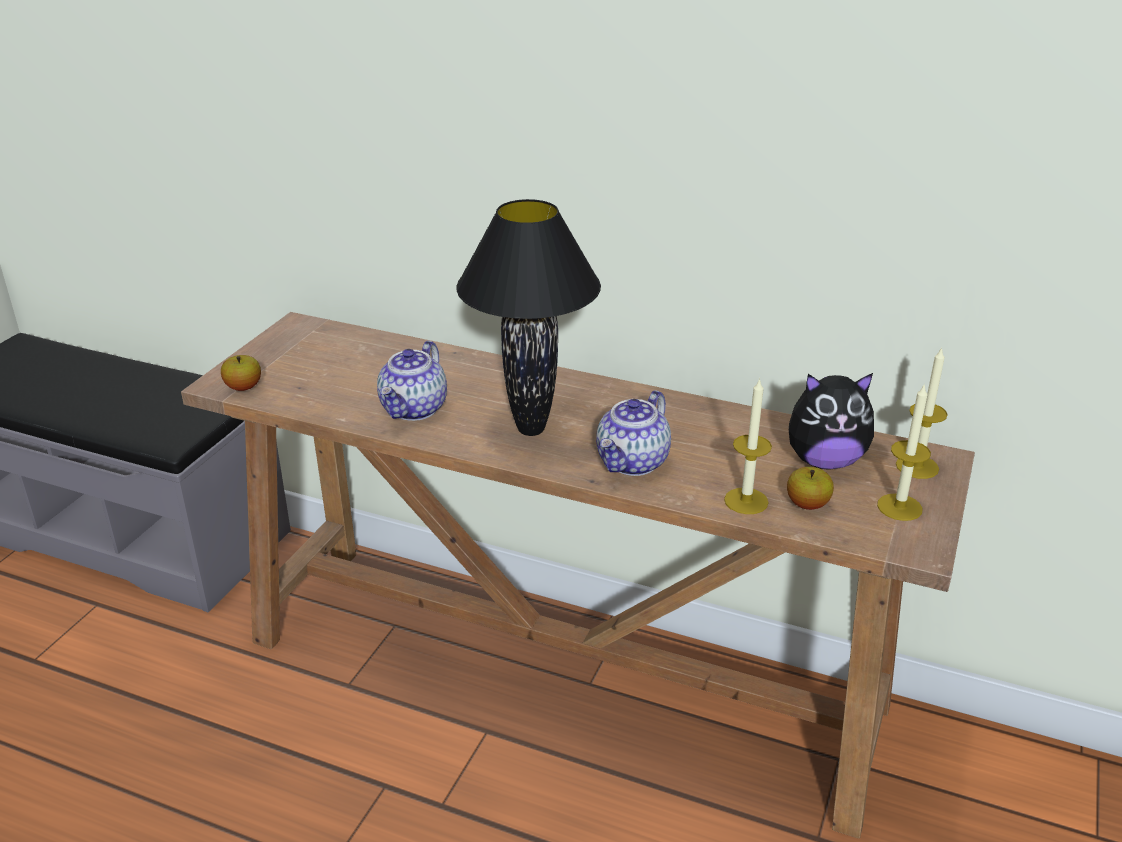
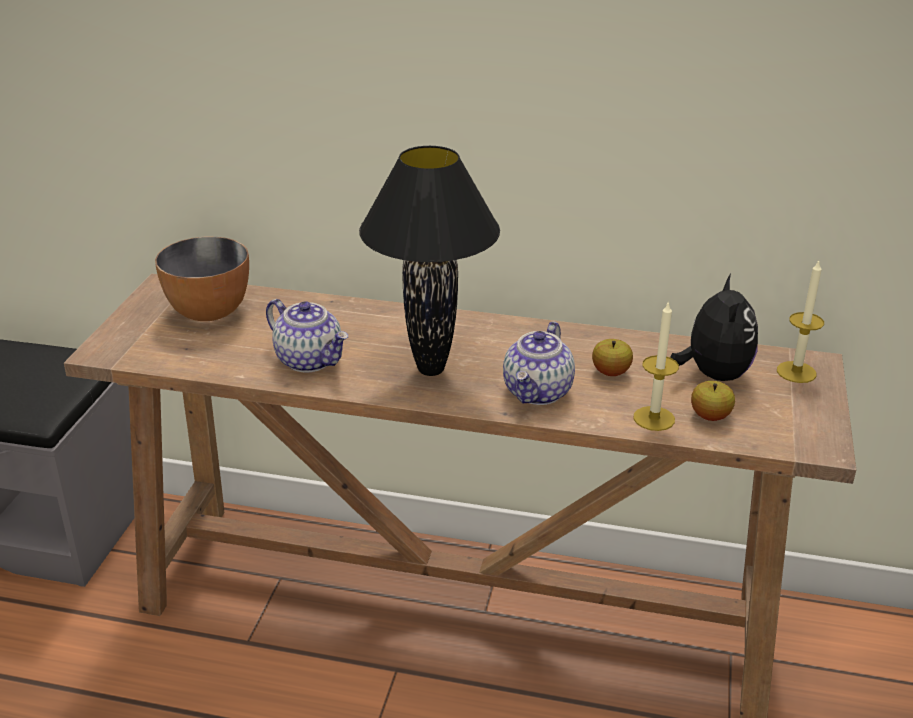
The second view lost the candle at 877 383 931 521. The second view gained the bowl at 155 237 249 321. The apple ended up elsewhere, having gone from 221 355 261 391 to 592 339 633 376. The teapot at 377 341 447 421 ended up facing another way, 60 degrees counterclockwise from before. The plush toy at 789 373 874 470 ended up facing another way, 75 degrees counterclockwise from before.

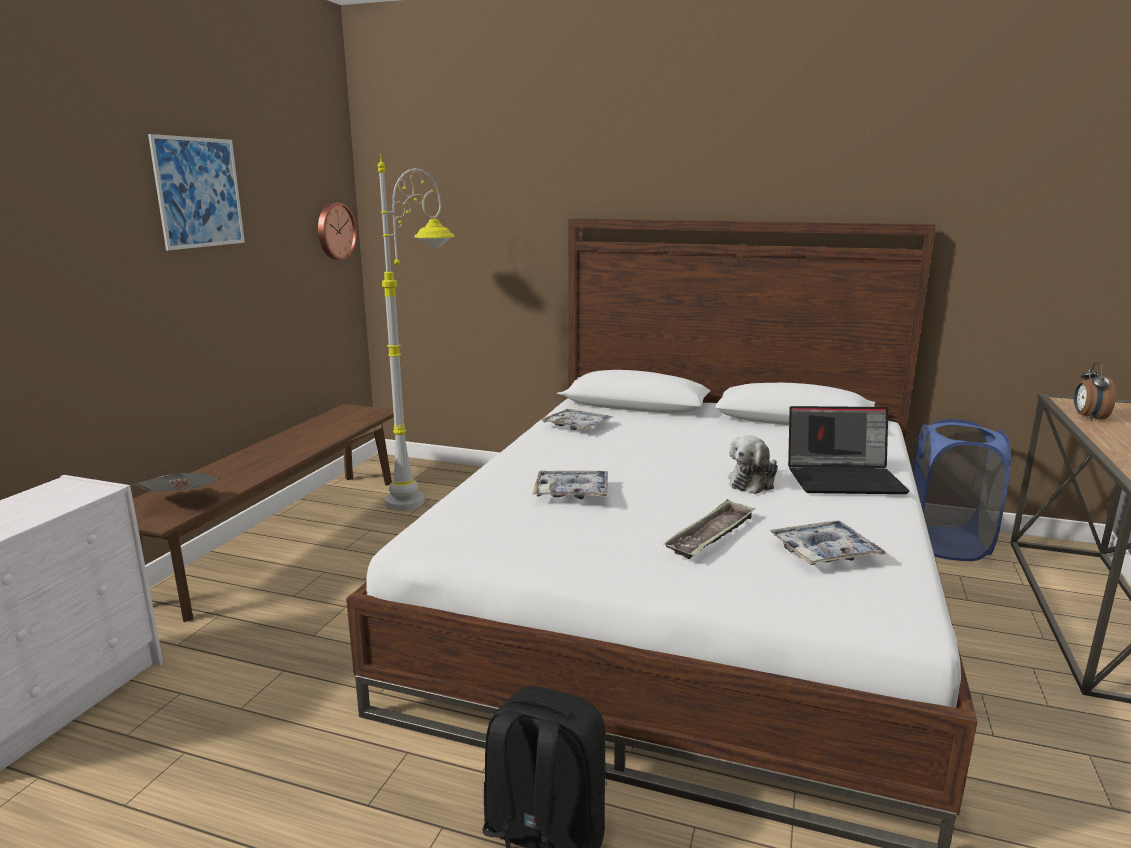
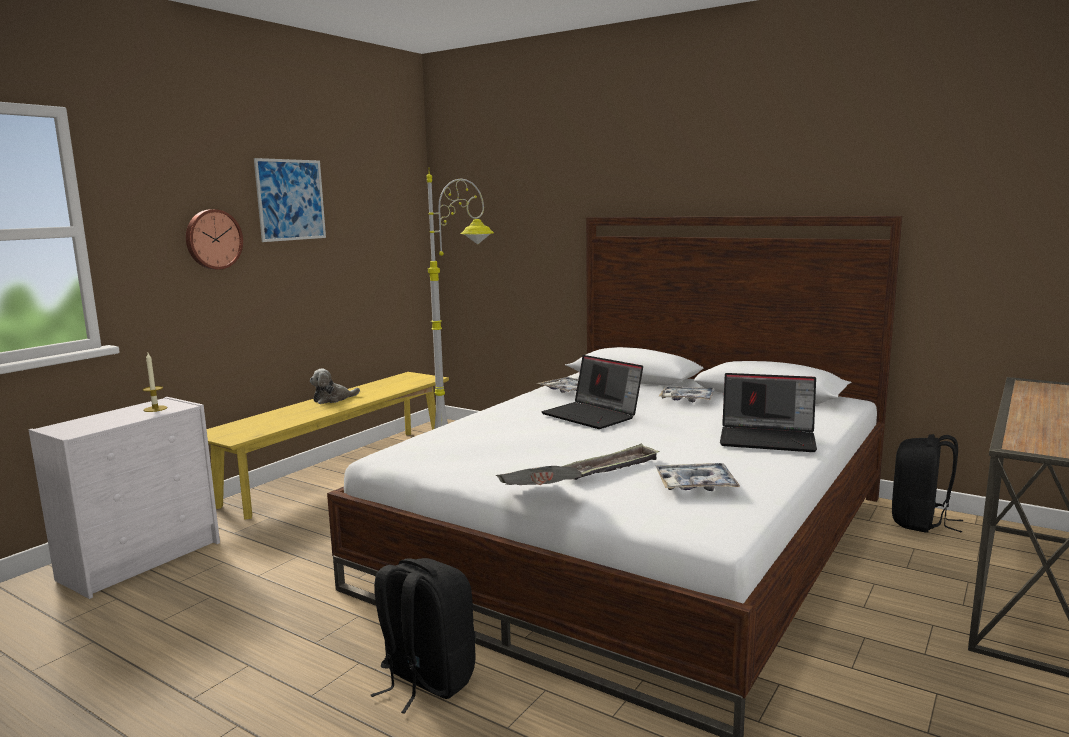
The second view lost the alarm clock at 1074 362 1116 421. The second view gained the candle at 142 353 168 412. The second view gained the laptop at 542 355 643 429. The newspaper ended up elsewhere, having gone from 132 473 220 492 to 496 466 584 485. The wall clock ended up elsewhere, having gone from 318 202 357 260 to 186 209 243 270. The tray ended up elsewhere, having gone from 533 471 608 499 to 658 386 715 402. The plush toy ended up elsewhere, having gone from 729 435 778 494 to 310 369 360 404. Where the blue laundry basket stood at 913 419 1011 561, the black backpack came to stand at 892 434 963 532. What was the brown bench at 133 404 394 622 turned into the yellow bench at 207 372 449 520.

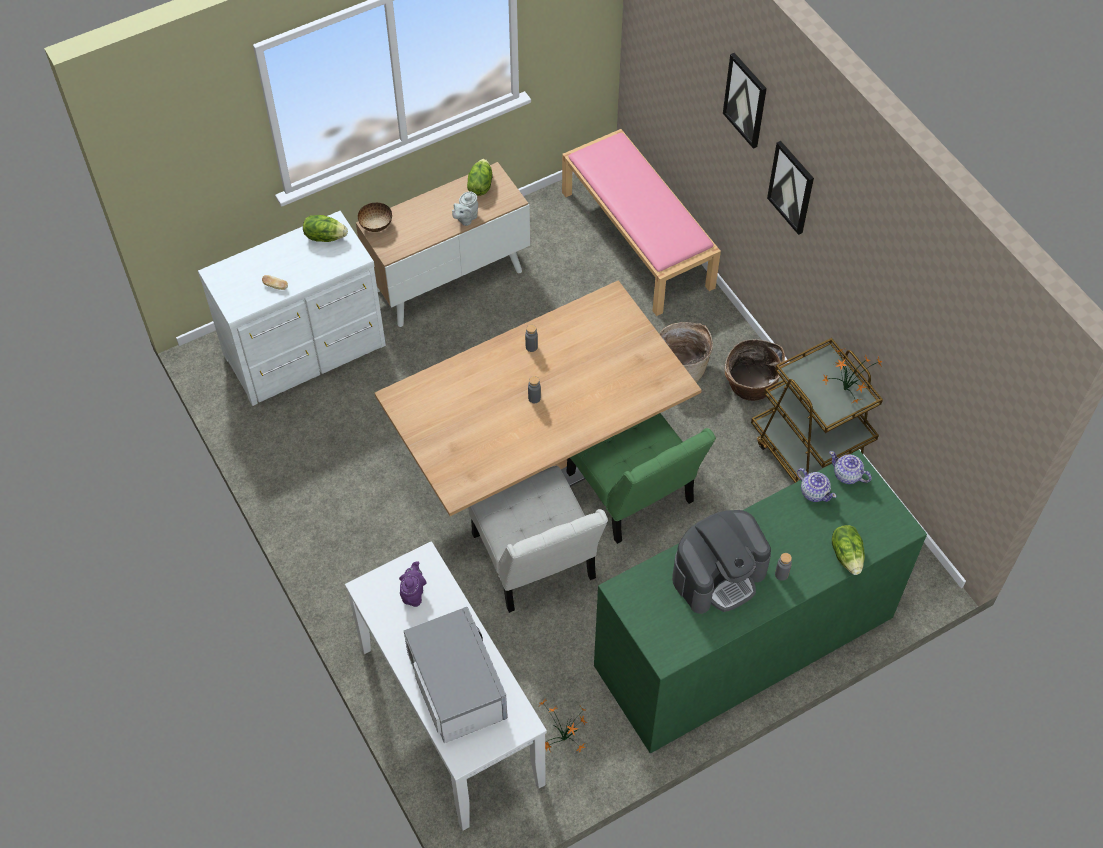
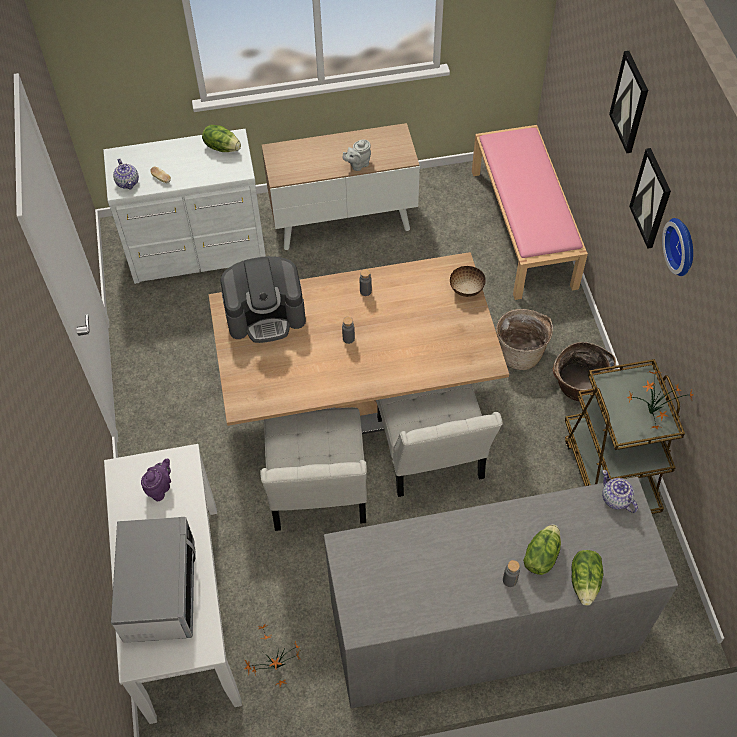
The second view gained the wall clock at 662 218 693 276. The bowl ended up elsewhere, having gone from 358 203 392 232 to 450 266 486 297. The lettuce ended up elsewhere, having gone from 467 159 493 196 to 523 524 561 575. The coffee machine ended up elsewhere, having gone from 672 510 771 614 to 221 256 306 343. The teapot ended up elsewhere, having gone from 797 468 836 502 to 113 158 139 189. What was the green chair at 566 413 716 544 turned into the white chair at 376 384 502 497. What was the green dresser at 594 450 927 753 turned into the grey dresser at 324 477 678 709.

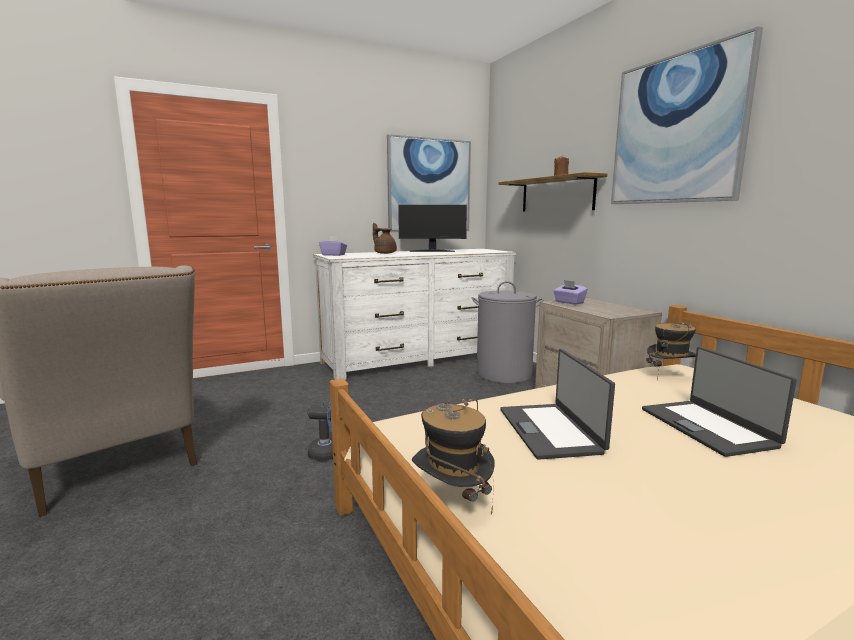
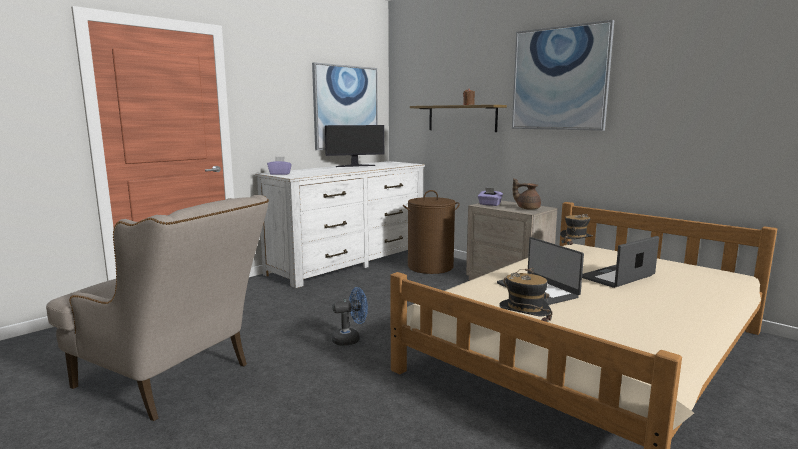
The brown teapot ended up elsewhere, having gone from 373 223 397 254 to 513 178 541 210. What was the grey laundry basket at 472 281 543 383 turned into the brown laundry basket at 403 190 460 274. The laptop at 642 347 797 457 ended up facing another way, 90 degrees clockwise from before.

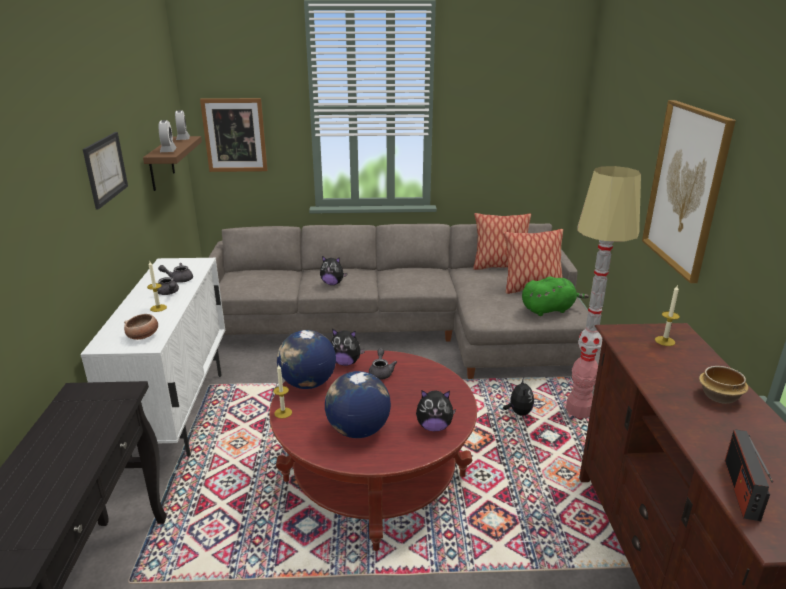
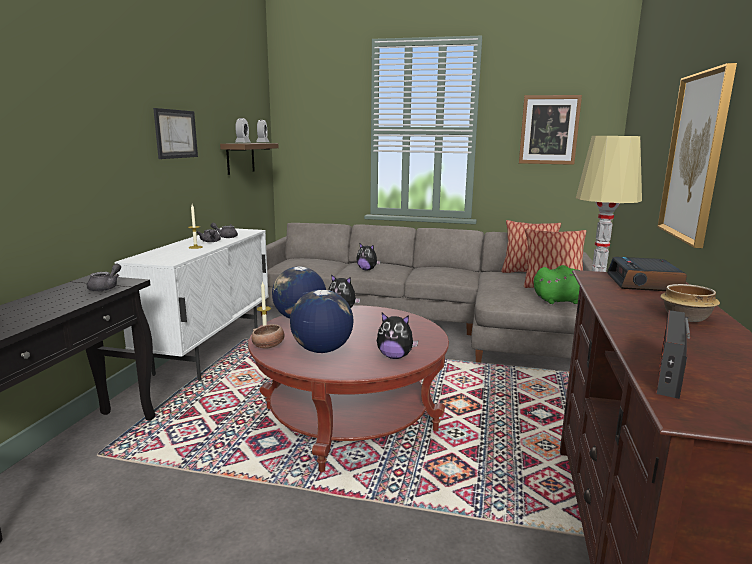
The second view lost the plush toy at 503 378 534 416. The bowl ended up elsewhere, having gone from 124 314 158 340 to 252 324 284 349. The picture ended up elsewhere, having gone from 200 98 268 172 to 519 95 582 165. The grey teapot ended up elsewhere, having gone from 369 348 397 380 to 87 264 121 291. Where the candle stood at 655 284 680 346, the alarm clock came to stand at 607 257 687 291.

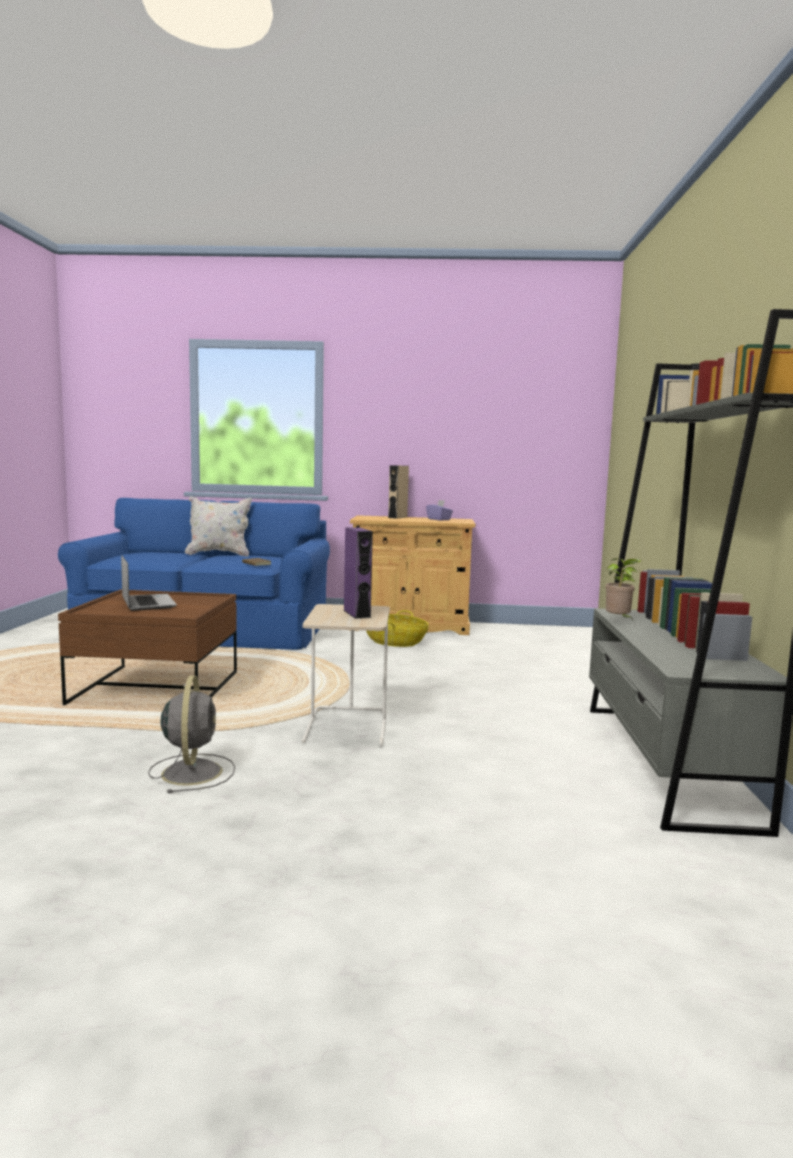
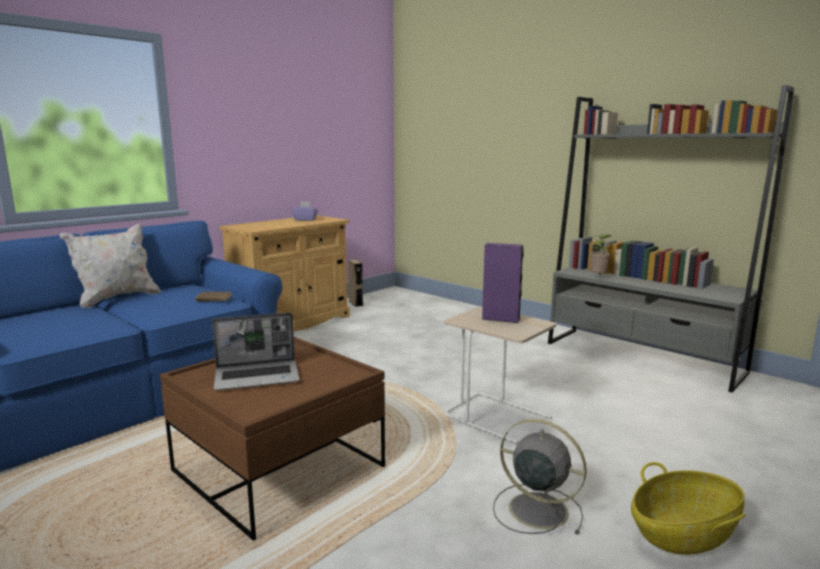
The basket ended up elsewhere, having gone from 366 610 429 647 to 631 462 745 555. The beige speaker ended up elsewhere, having gone from 388 465 409 519 to 348 260 363 307. The laptop at 121 556 177 611 ended up facing another way, 150 degrees clockwise from before.

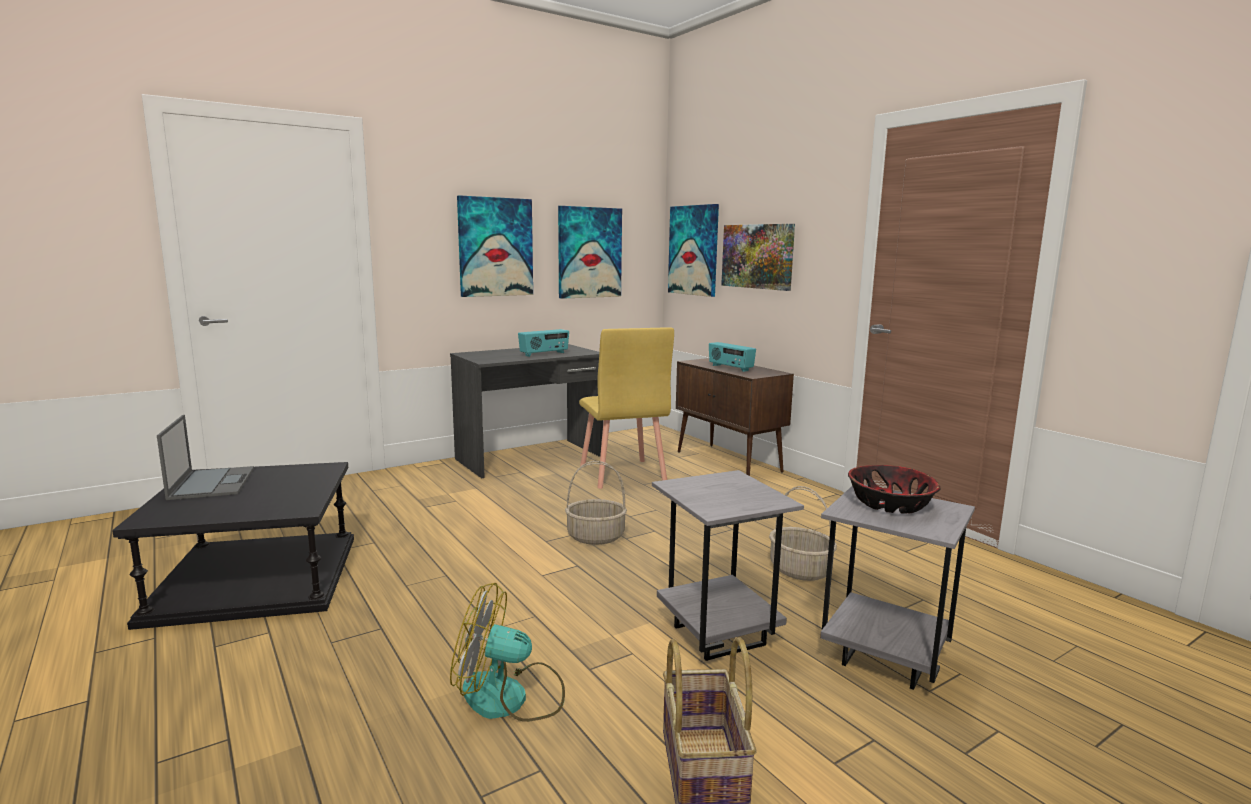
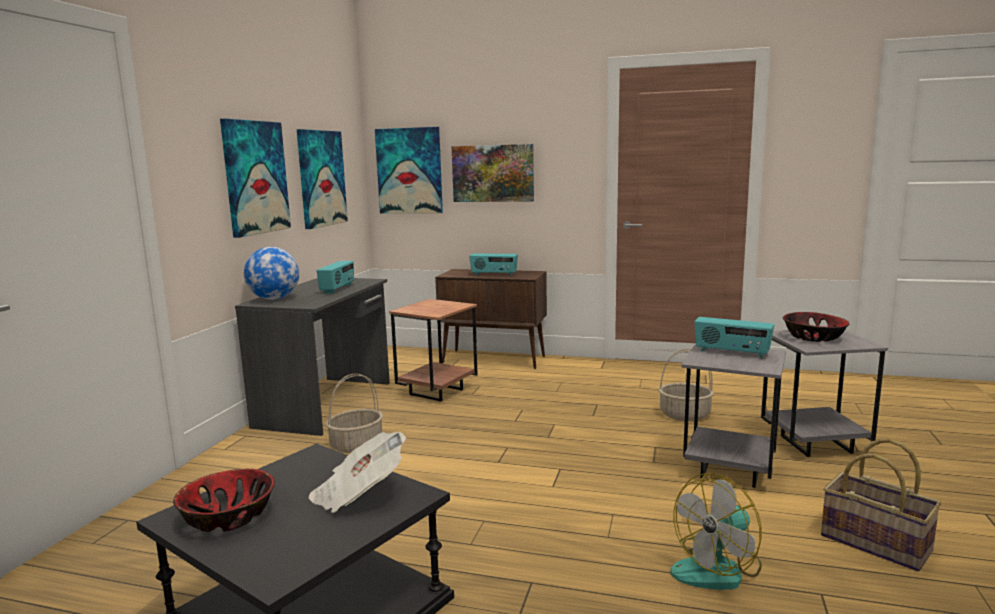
The second view gained the globe at 244 247 299 300. The second view gained the newspaper at 308 432 406 513. The second view gained the radio at 694 317 774 358. The basket ended up elsewhere, having gone from 565 461 627 545 to 326 374 383 453. Where the laptop stood at 157 415 254 500, the bowl came to stand at 173 469 275 532. Where the yellow chair stood at 579 327 674 489, the brown side table came to stand at 389 299 478 402.

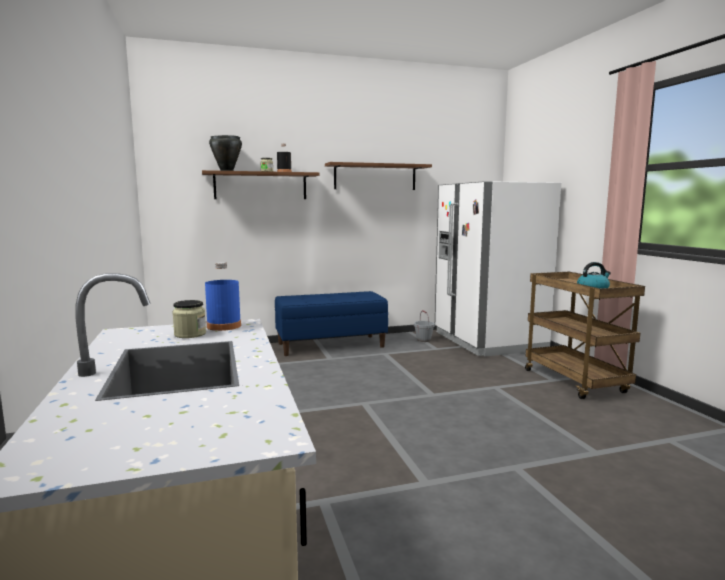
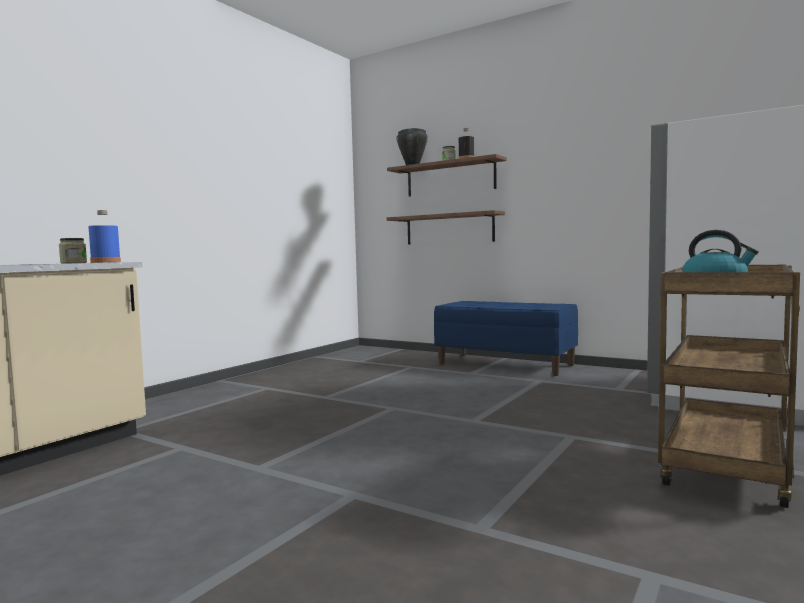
The second view lost the grey bucket at 414 310 435 342. The brown shelf ended up elsewhere, having gone from 325 162 432 190 to 387 210 505 245.

